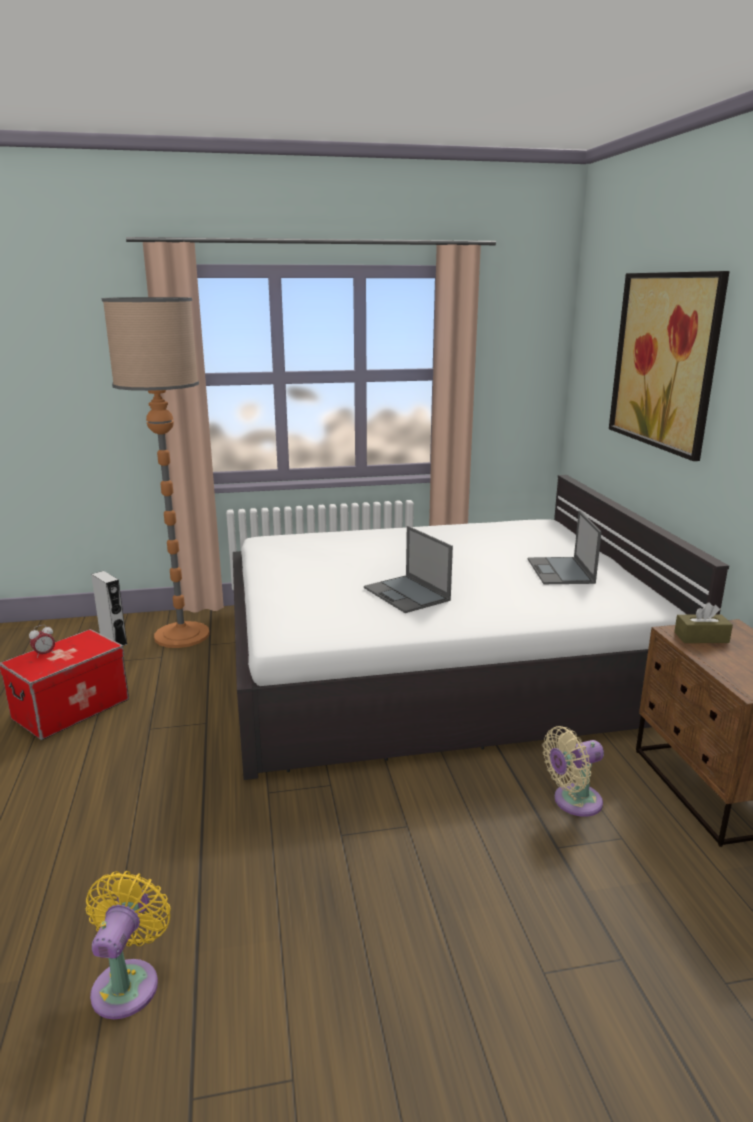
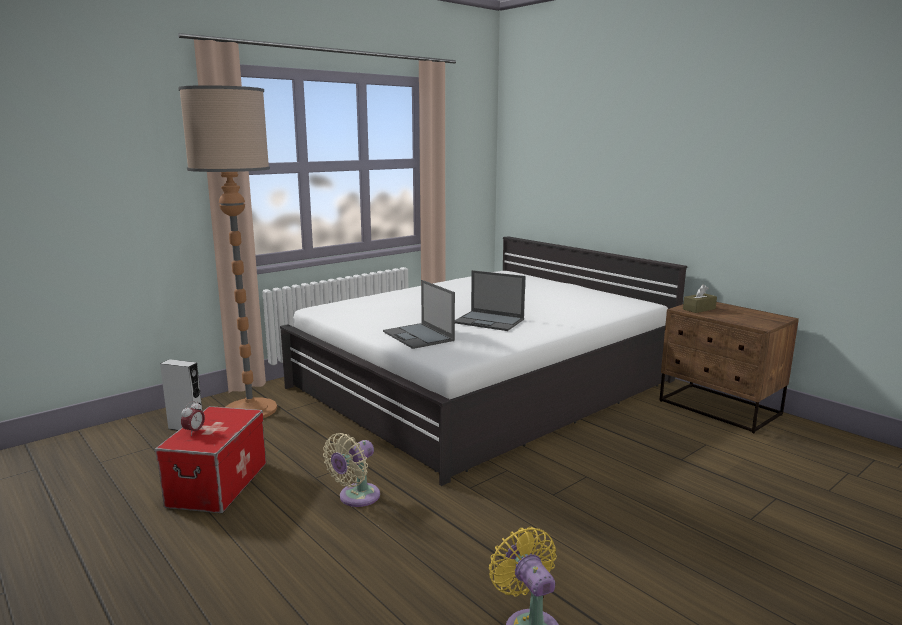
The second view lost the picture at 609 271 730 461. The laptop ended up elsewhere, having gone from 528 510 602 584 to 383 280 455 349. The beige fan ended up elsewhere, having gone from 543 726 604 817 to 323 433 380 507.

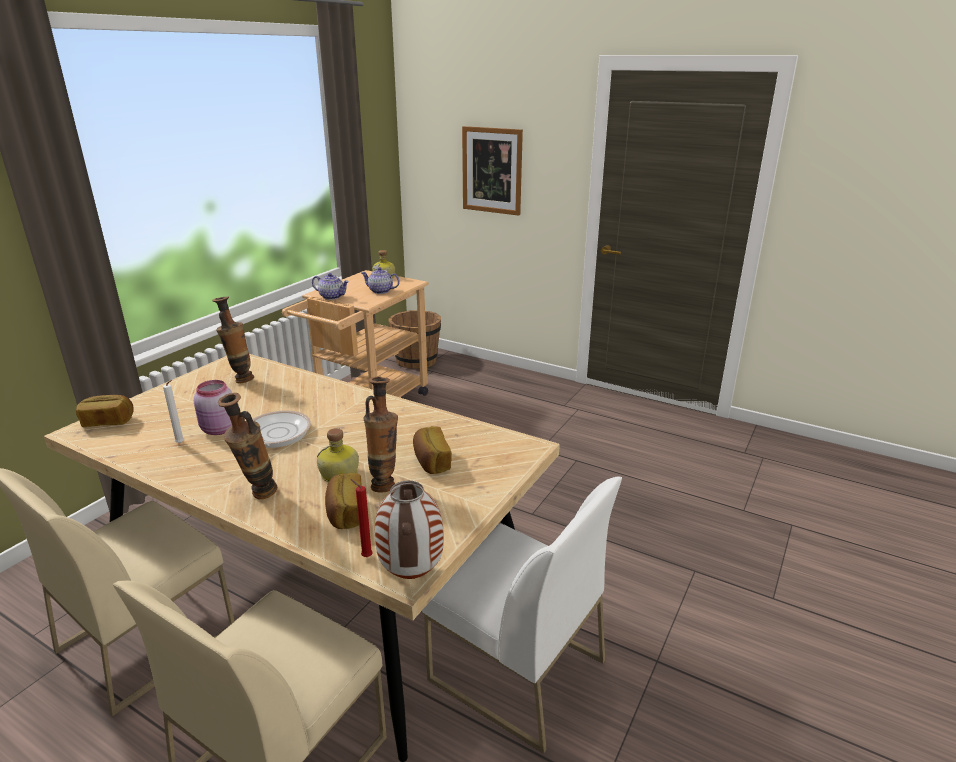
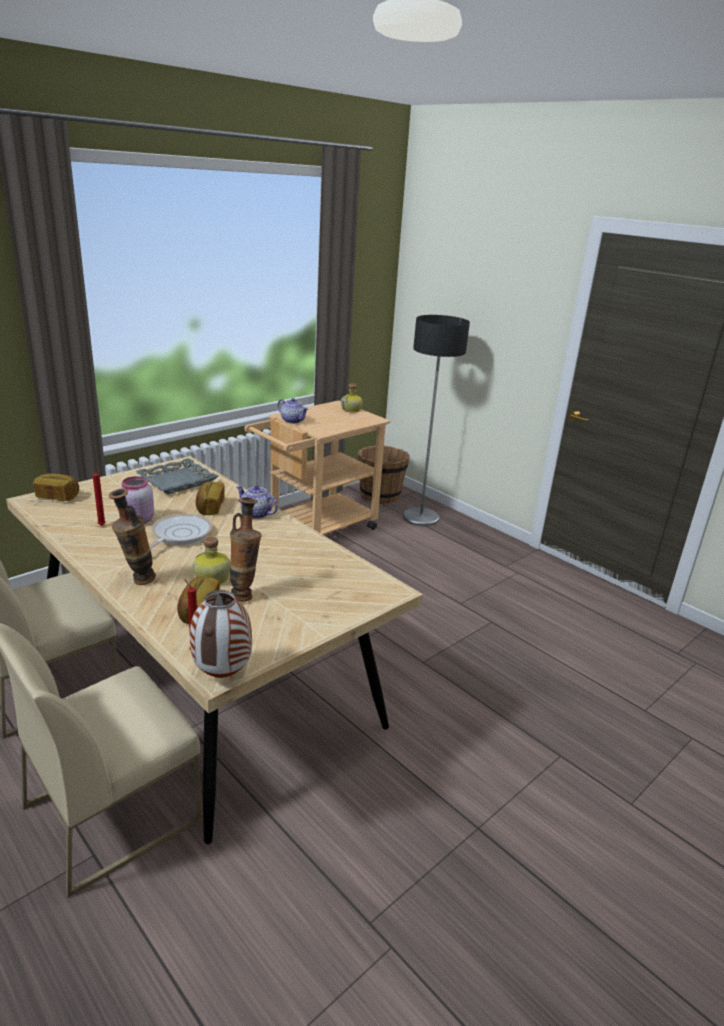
The second view lost the white chair at 422 476 622 754. The second view lost the picture at 462 126 523 216. The second view gained the floor lamp at 403 315 470 526. The teapot ended up elsewhere, having gone from 361 268 400 294 to 236 485 278 519. The bread ended up elsewhere, having gone from 413 426 452 474 to 196 481 225 515. Where the vase stood at 212 297 254 383, the grey tray came to stand at 135 458 219 494. What was the white candle at 163 380 184 443 turned into the red candle at 93 470 106 526.

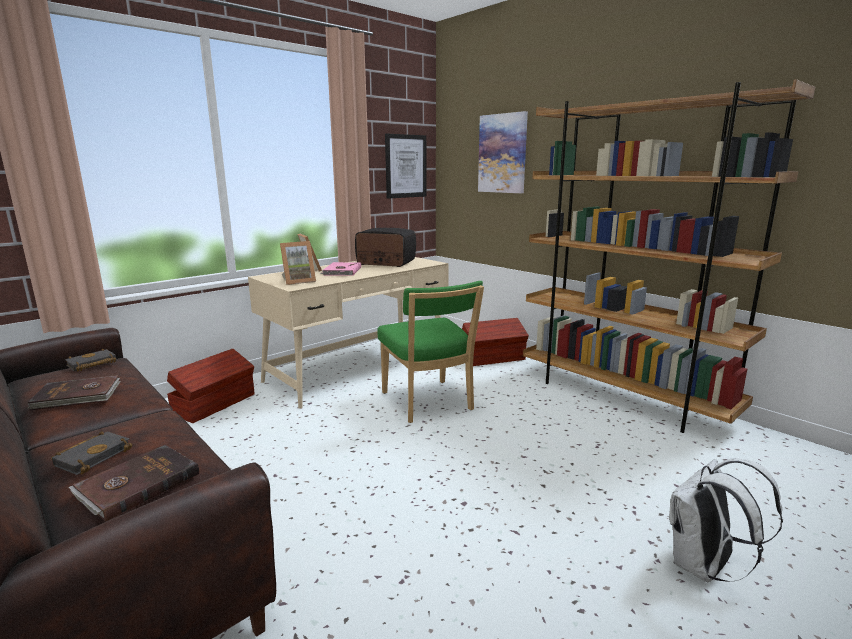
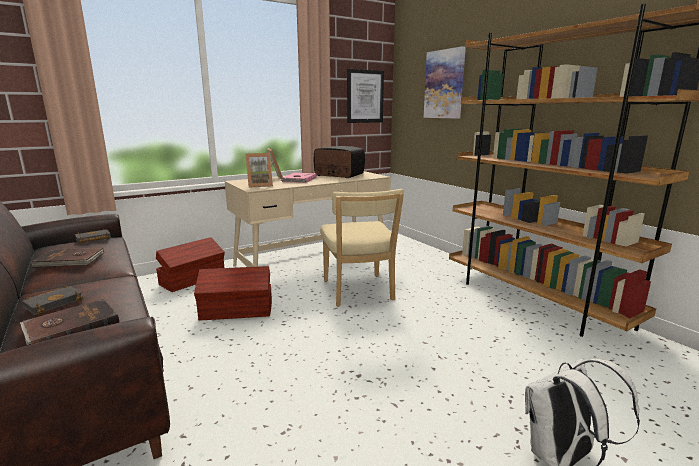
The brown storage box ended up elsewhere, having gone from 462 318 529 366 to 194 266 272 321. What was the green chair at 378 281 484 423 turned into the beige chair at 320 189 404 306.

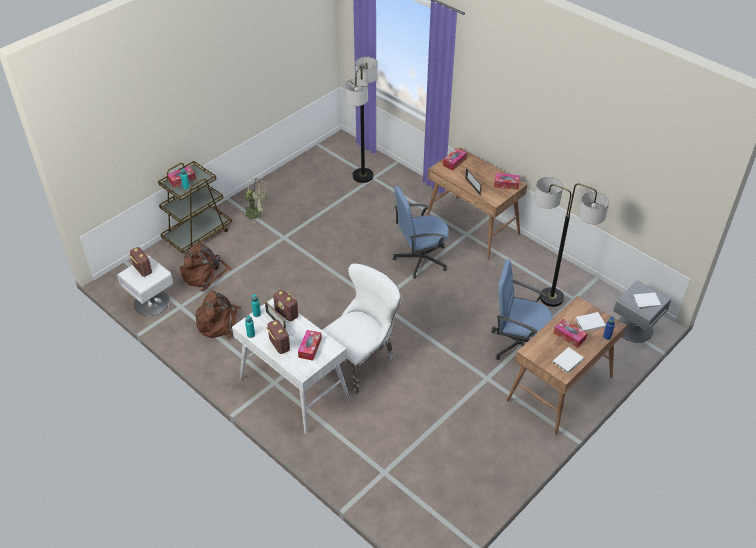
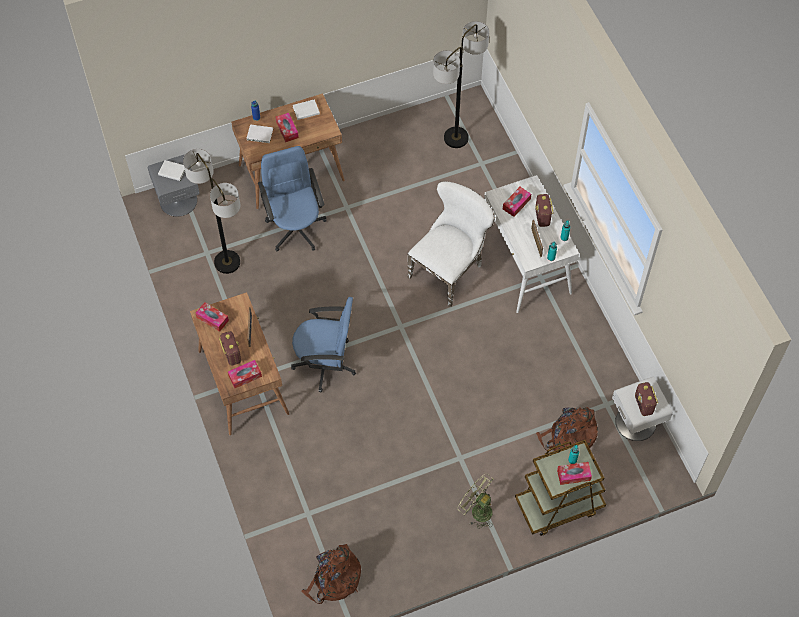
The brown backpack ended up elsewhere, having gone from 195 291 241 339 to 301 544 361 604. The radio ended up elsewhere, having gone from 273 290 298 322 to 219 331 241 366. The floor lamp ended up elsewhere, having gone from 345 57 378 183 to 433 21 489 148. The white chair at 322 263 401 394 ended up facing another way, 150 degrees clockwise from before. The blue office chair at 491 259 553 360 ended up facing another way, 150 degrees counterclockwise from before.

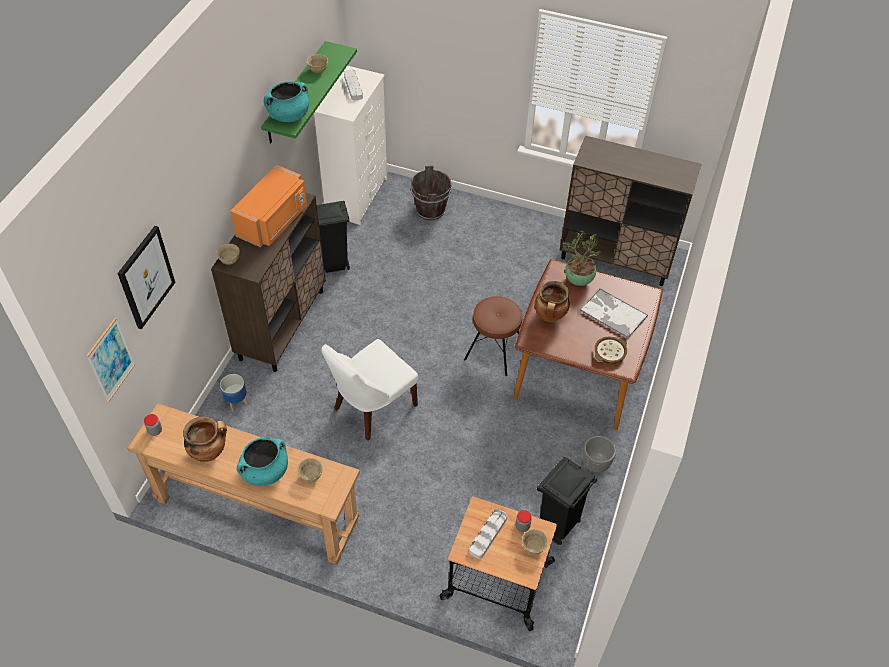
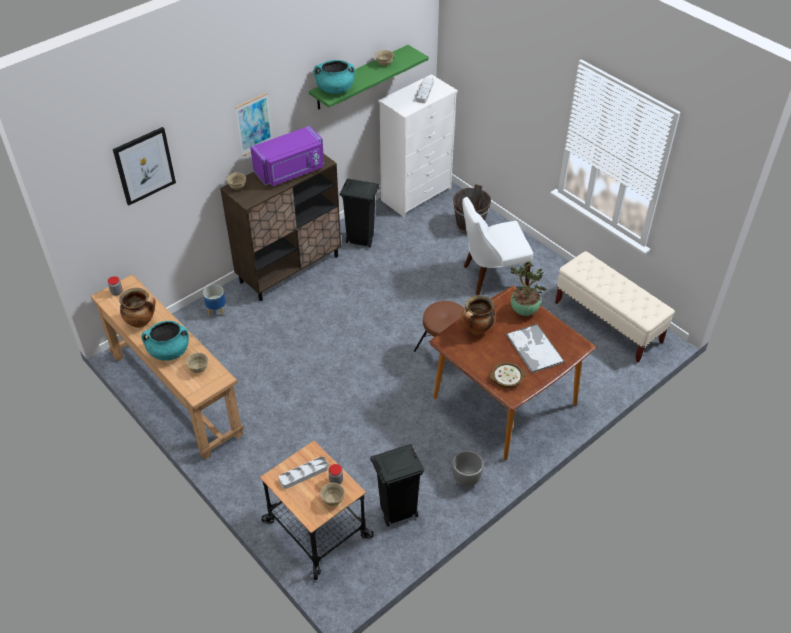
The picture ended up elsewhere, having gone from 86 318 135 402 to 235 93 273 156. The white chair ended up elsewhere, having gone from 321 339 418 441 to 462 197 533 295. Where the brown cabinet stood at 560 136 701 286, the beige bench came to stand at 555 251 675 362. What was the orange microwave at 230 165 307 247 turned into the purple microwave at 250 126 324 186.

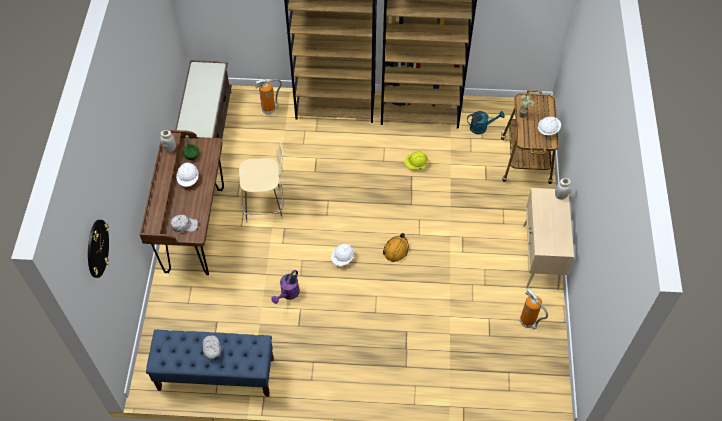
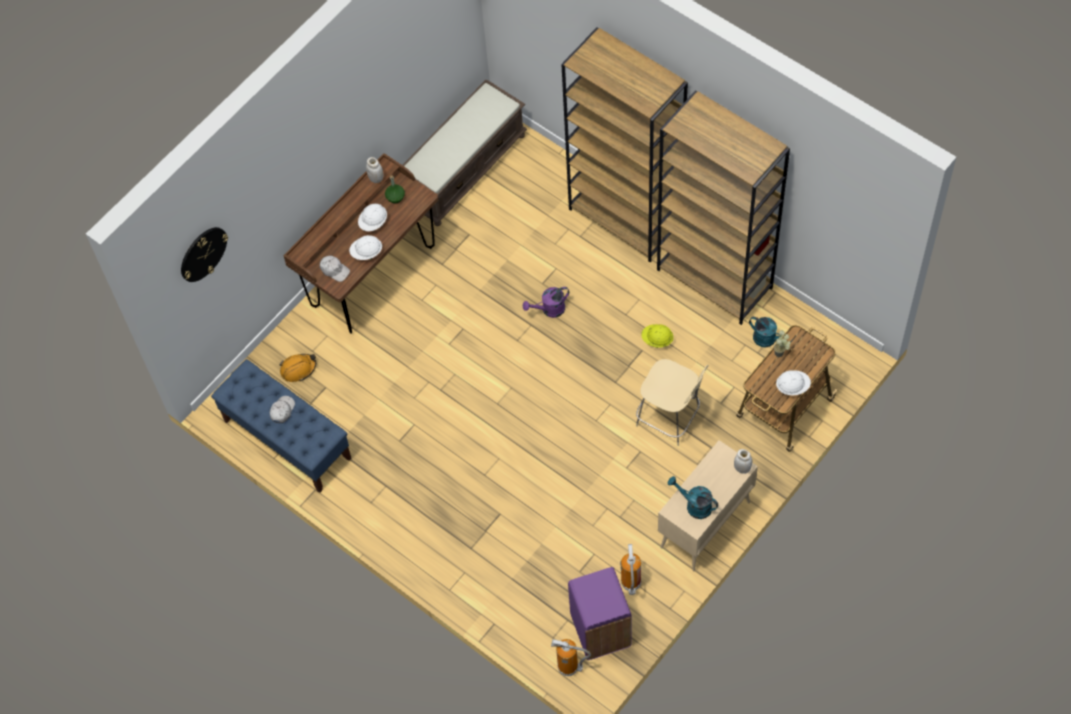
The second view gained the purple trash can at 568 567 632 660. The second view gained the turquoise watering can at 667 476 718 519. The beige chair ended up elsewhere, having gone from 239 142 283 223 to 636 359 709 446. The fire extinguisher ended up elsewhere, having gone from 255 79 282 115 to 551 639 591 676. The purple watering can ended up elsewhere, having gone from 272 270 300 304 to 523 287 569 318. The white hard hat ended up elsewhere, having gone from 331 244 354 266 to 349 235 382 260. The orange hard hat ended up elsewhere, having gone from 383 233 409 262 to 280 354 316 382.

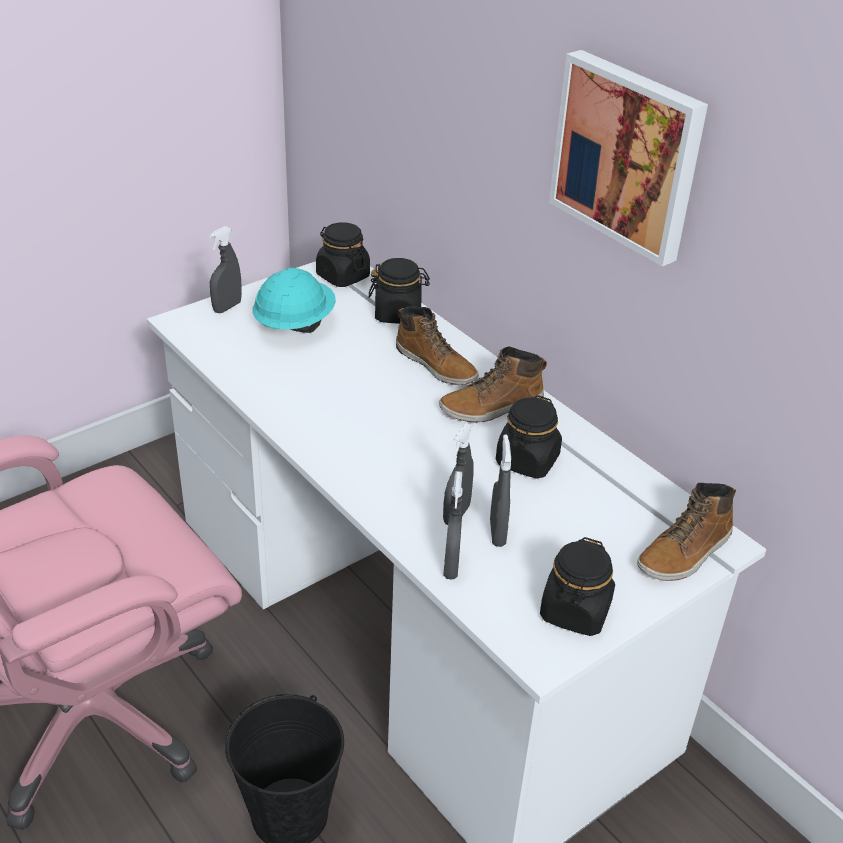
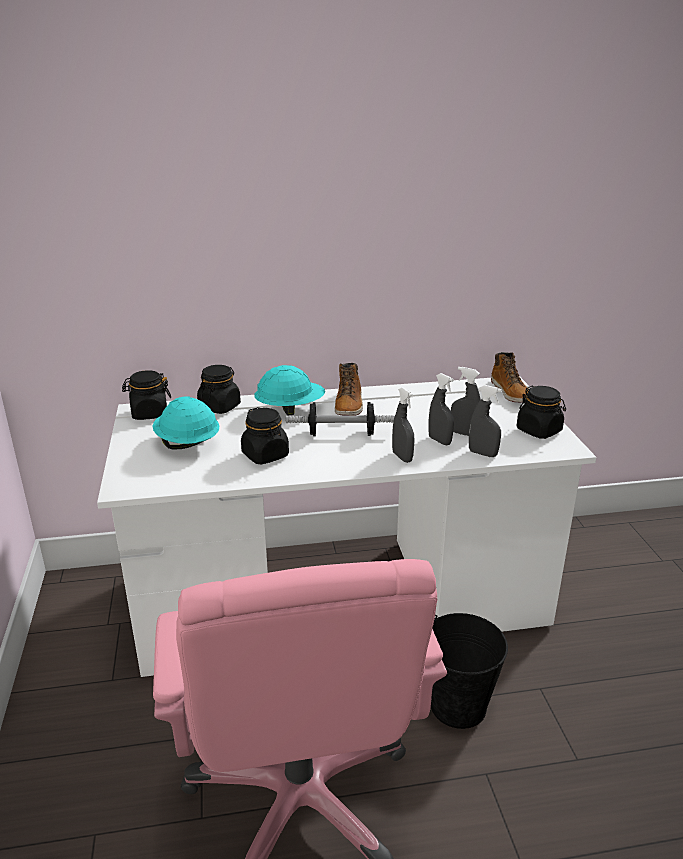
The second view lost the picture at 549 50 708 266. The second view gained the dumbbell at 286 402 395 436. The grey spray bottle ended up elsewhere, having gone from 209 226 242 313 to 392 387 415 463. The black jar ended up elsewhere, having gone from 496 395 562 479 to 241 407 289 465. Where the boot stood at 396 306 478 385, the turquoise hard hat came to stand at 254 365 325 416.

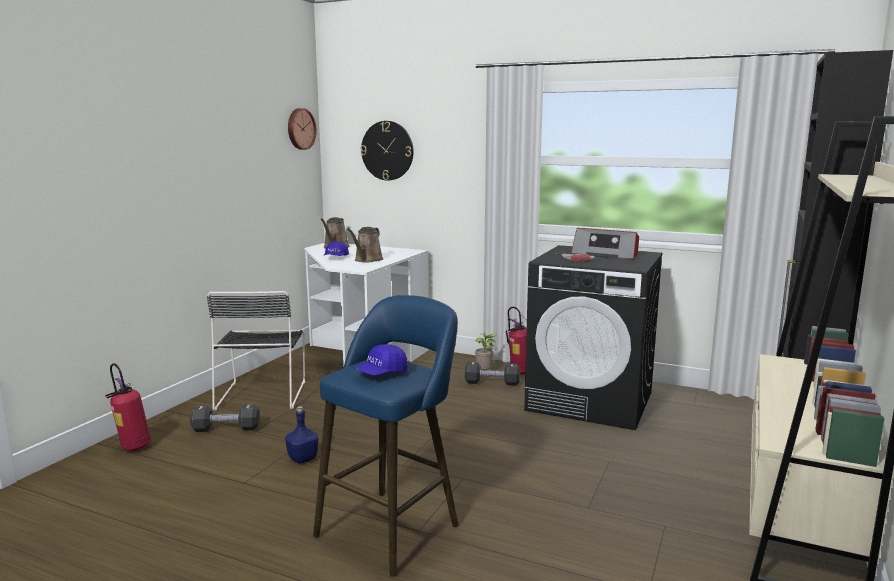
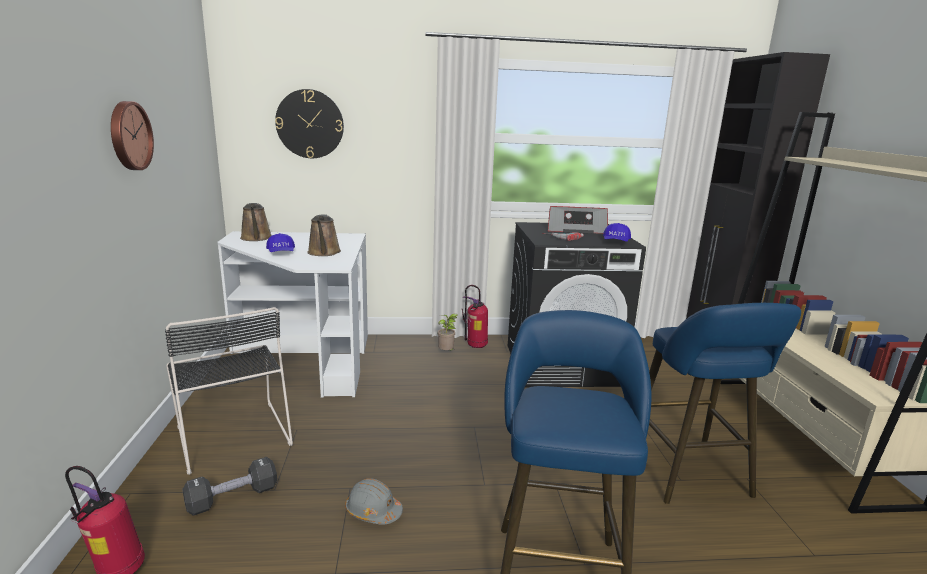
The second view lost the black dumbbell at 465 362 520 386. The second view gained the blue stool at 649 303 801 504. The wall clock ended up elsewhere, having gone from 288 108 317 150 to 111 101 154 170. The blue cap ended up elsewhere, having gone from 354 344 408 376 to 603 223 631 242. Where the blue bottle stood at 285 406 318 463, the grey hard hat came to stand at 345 478 403 525.

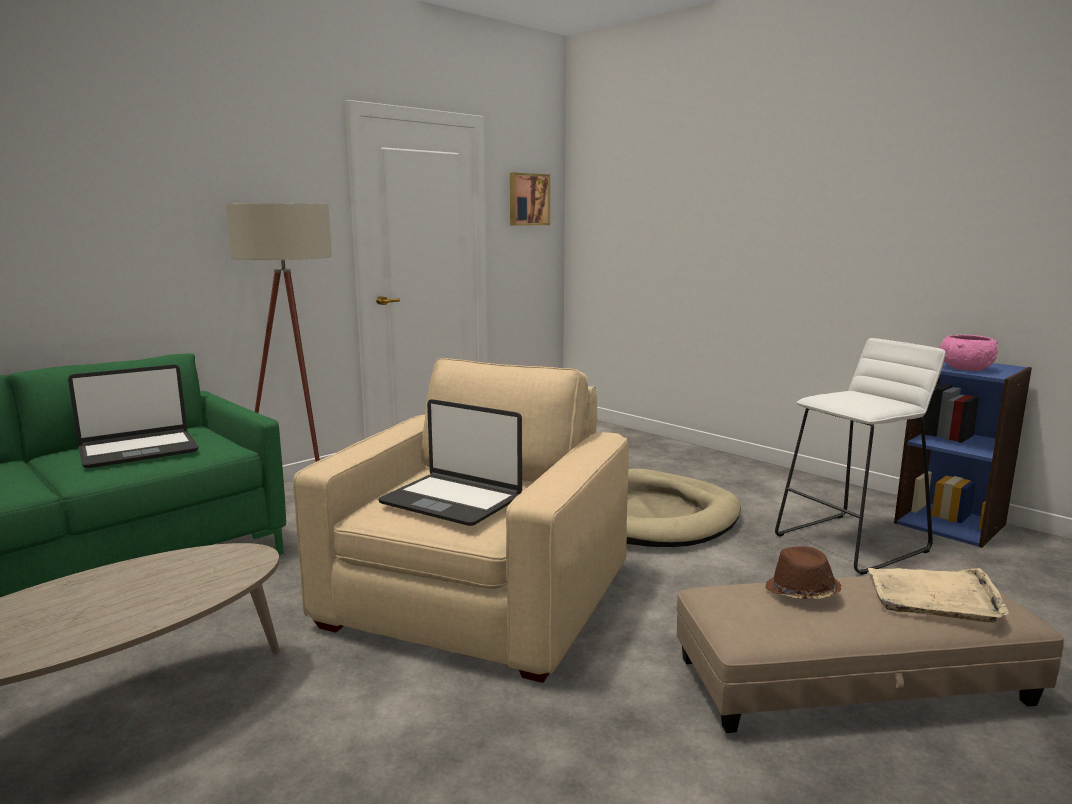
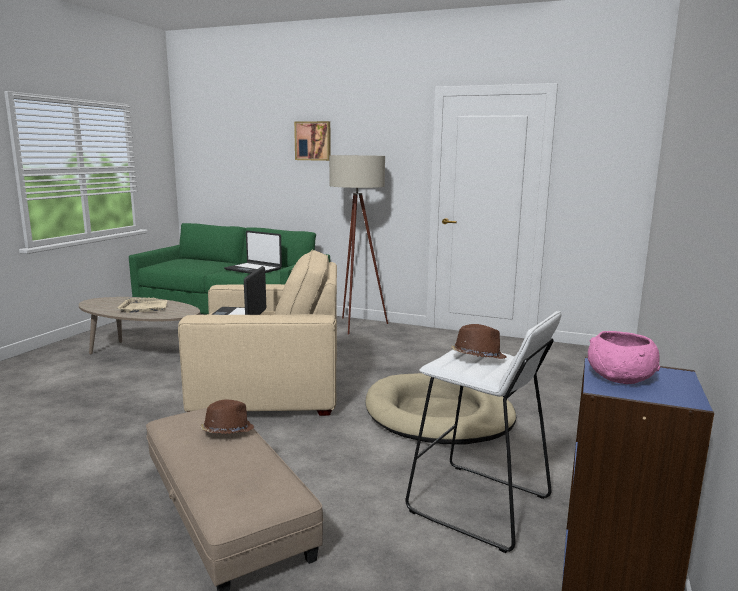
The second view gained the brown hat at 451 324 507 359. The picture ended up elsewhere, having gone from 510 173 550 226 to 294 121 331 161. The beige tray ended up elsewhere, having gone from 868 568 1009 622 to 118 297 167 313.

